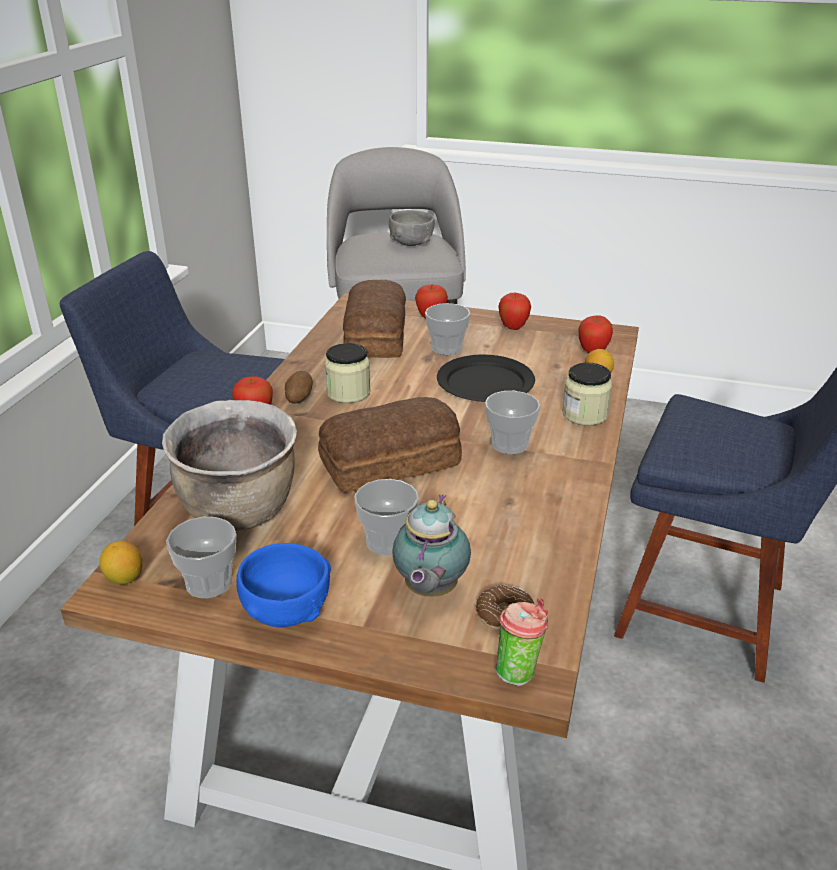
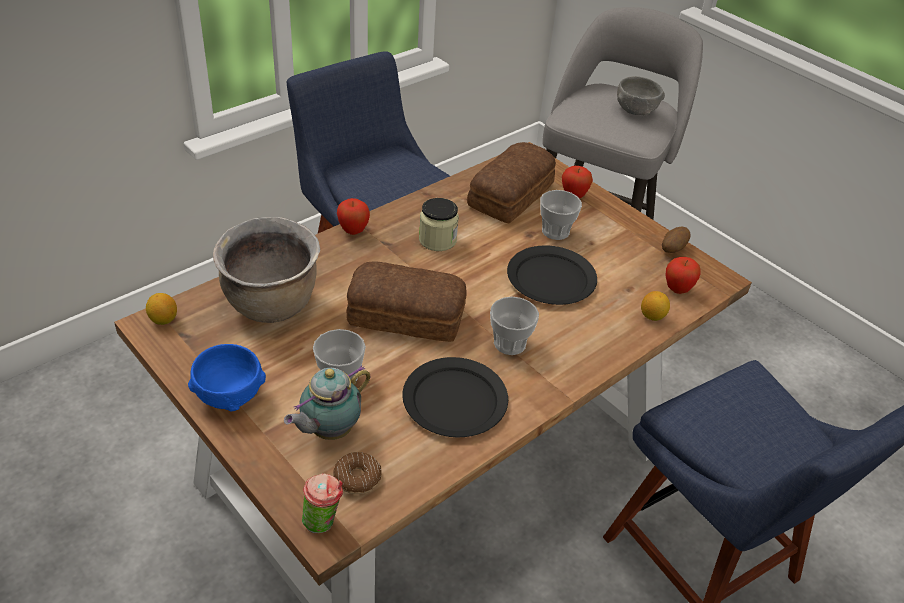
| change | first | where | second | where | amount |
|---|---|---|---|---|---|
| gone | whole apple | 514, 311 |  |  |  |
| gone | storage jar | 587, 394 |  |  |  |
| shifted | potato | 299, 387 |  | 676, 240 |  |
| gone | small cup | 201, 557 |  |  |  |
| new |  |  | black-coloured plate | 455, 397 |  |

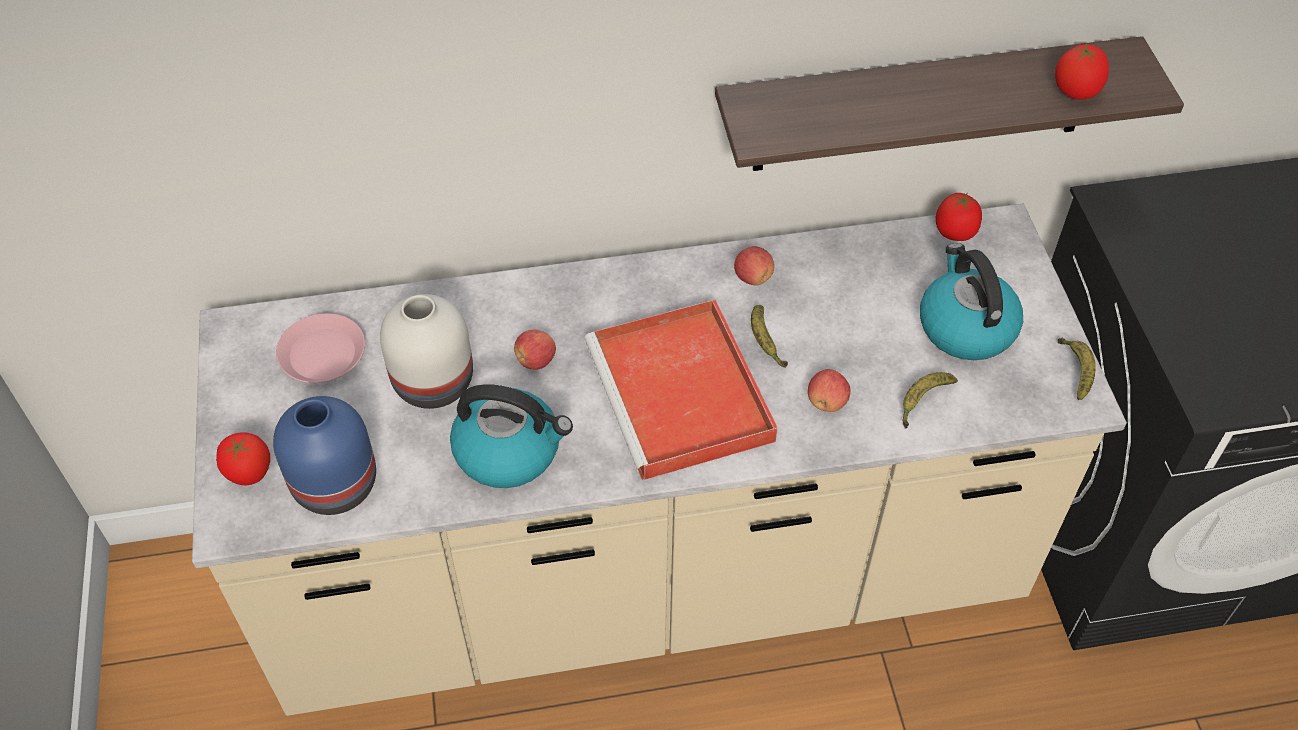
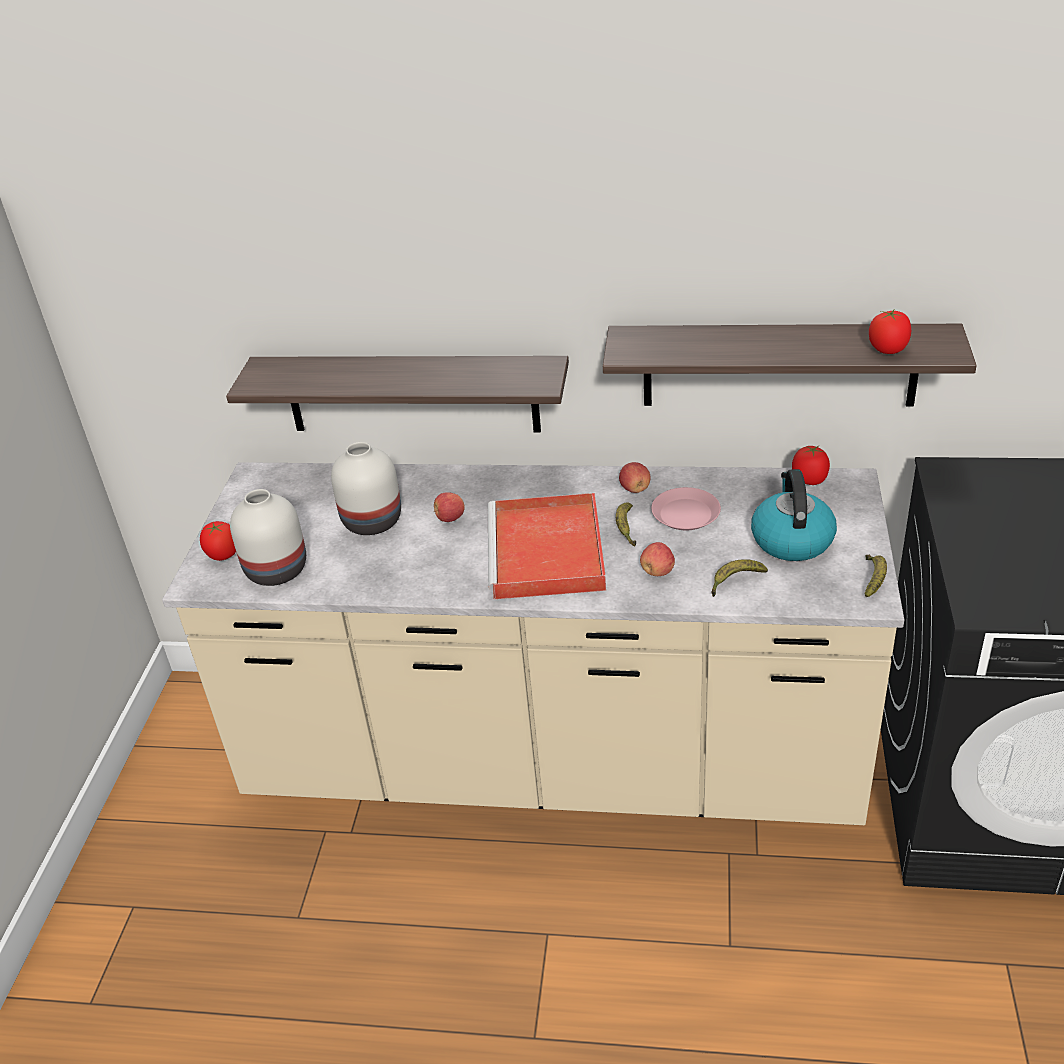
| change | first | where | second | where | amount |
|---|---|---|---|---|---|
| shifted | pink-coloured plate | 320, 348 |  | 686, 508 |  |
| gone | tea kettle | 511, 436 |  |  |  |
| repainted | bluish decorative vase | 324, 455 | whitish decorative vase | 268, 537 |  |
| new |  |  | wall shelf | 397, 394 |  |

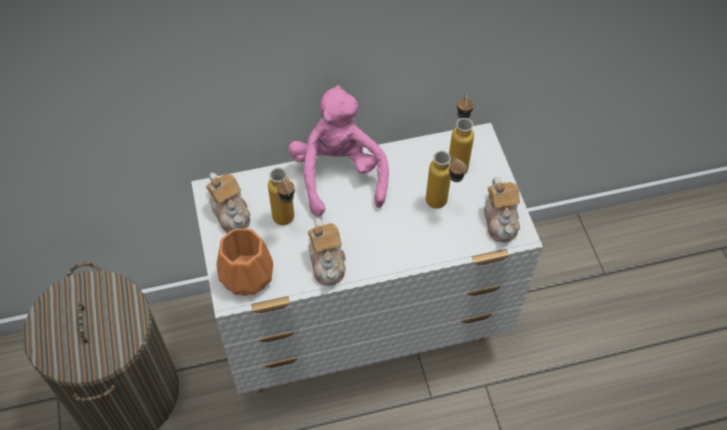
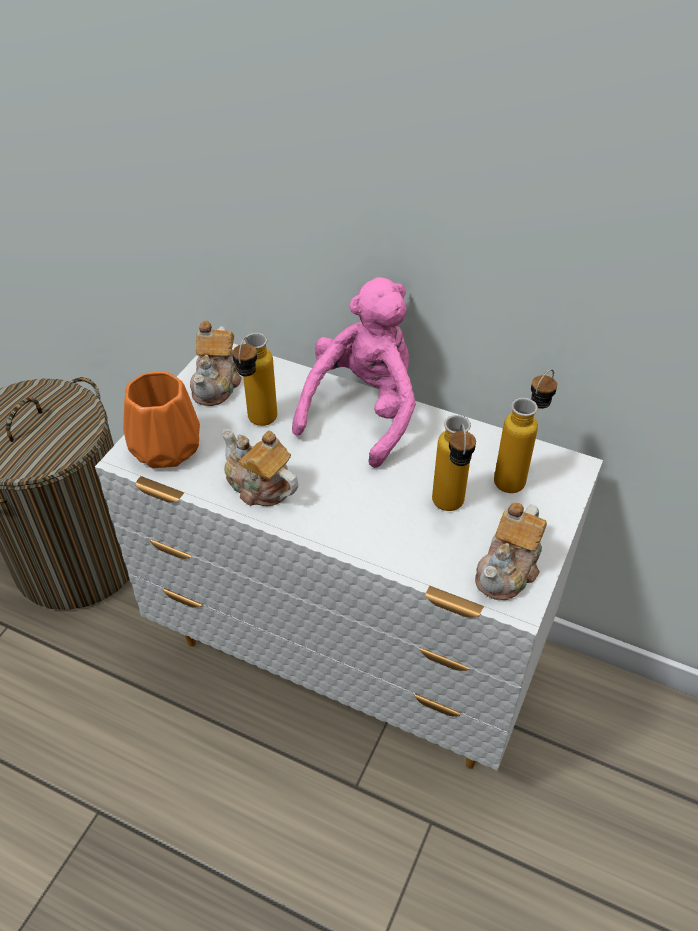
| change | first | where | second | where | amount |
|---|---|---|---|---|---|
| rotated | teapot | 327, 252 |  | 260, 467 | 105 degrees clockwise |

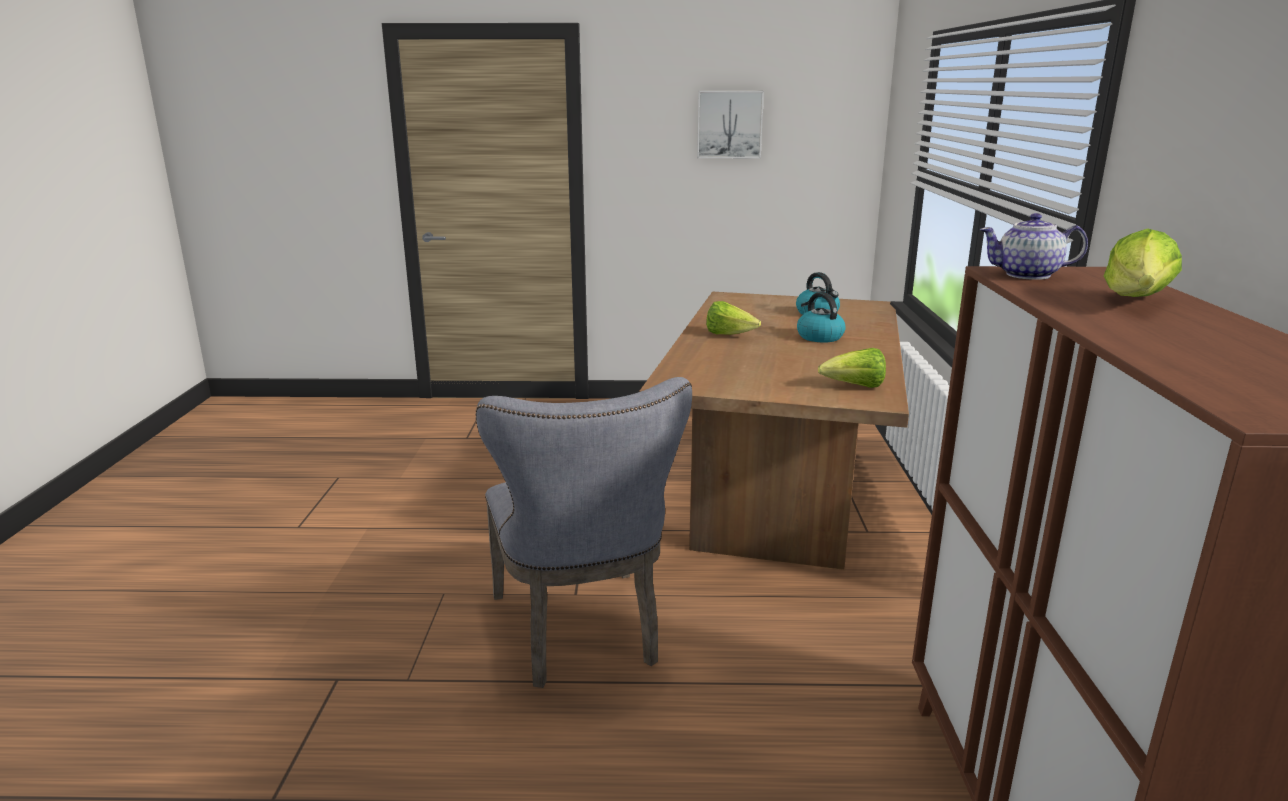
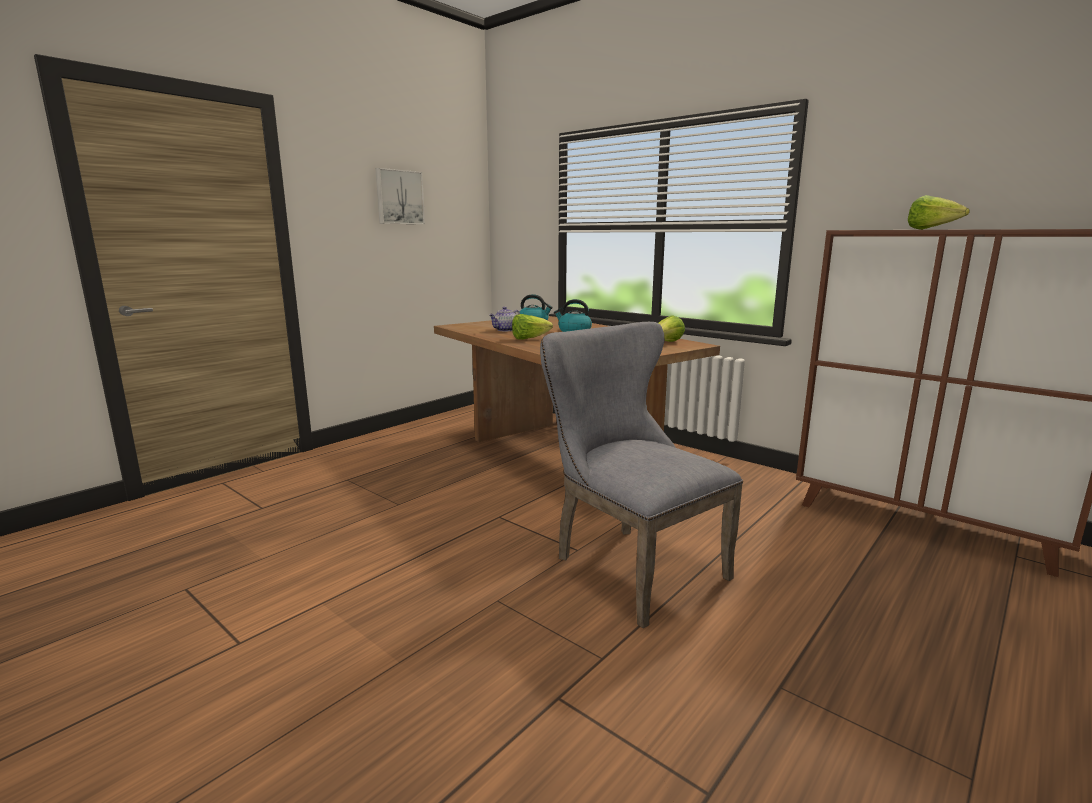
| change | first | where | second | where | amount |
|---|---|---|---|---|---|
| shifted | teapot | 1034, 246 |  | 504, 319 |  |
| rotated | grey plain chair | 584, 532 |  | 641, 475 | 150 degrees counterclockwise |

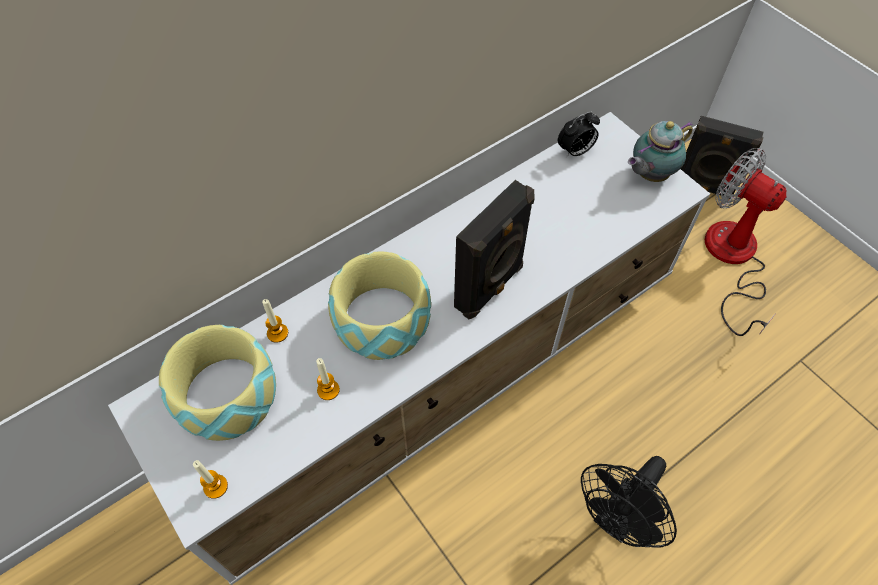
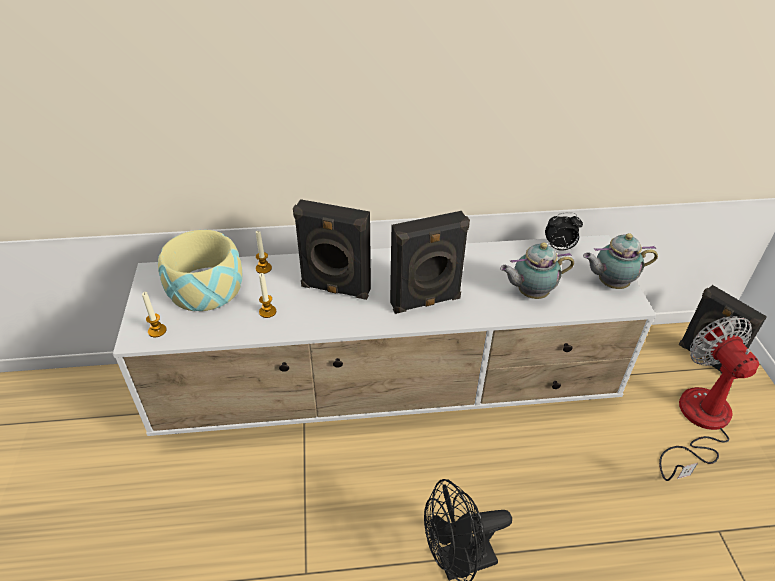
| change | first | where | second | where | amount |
|---|---|---|---|---|---|
| swapped | bowl | 379, 306 | black-coloured loudspeaker | 332, 249 |  |
| new |  |  | teapot | 537, 271 |  |

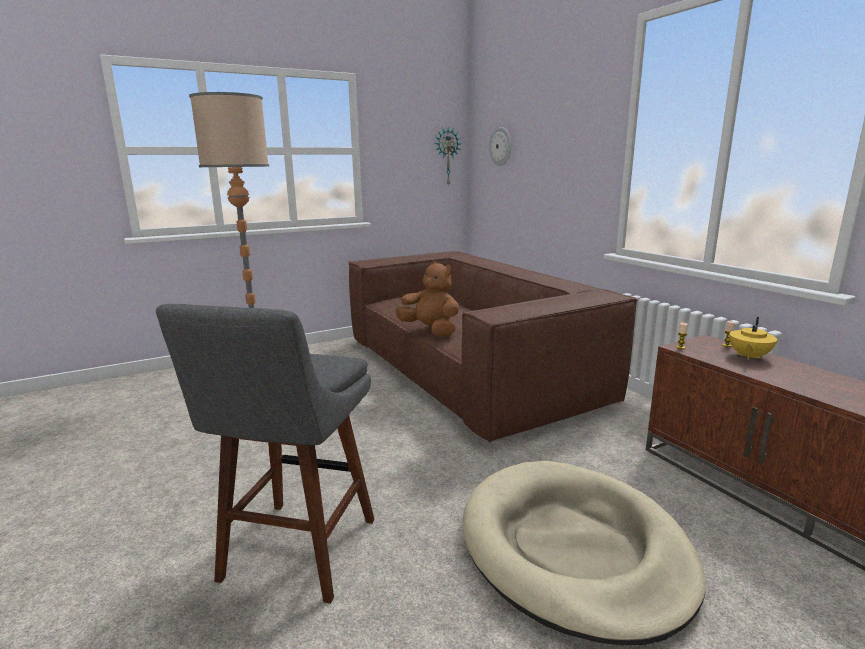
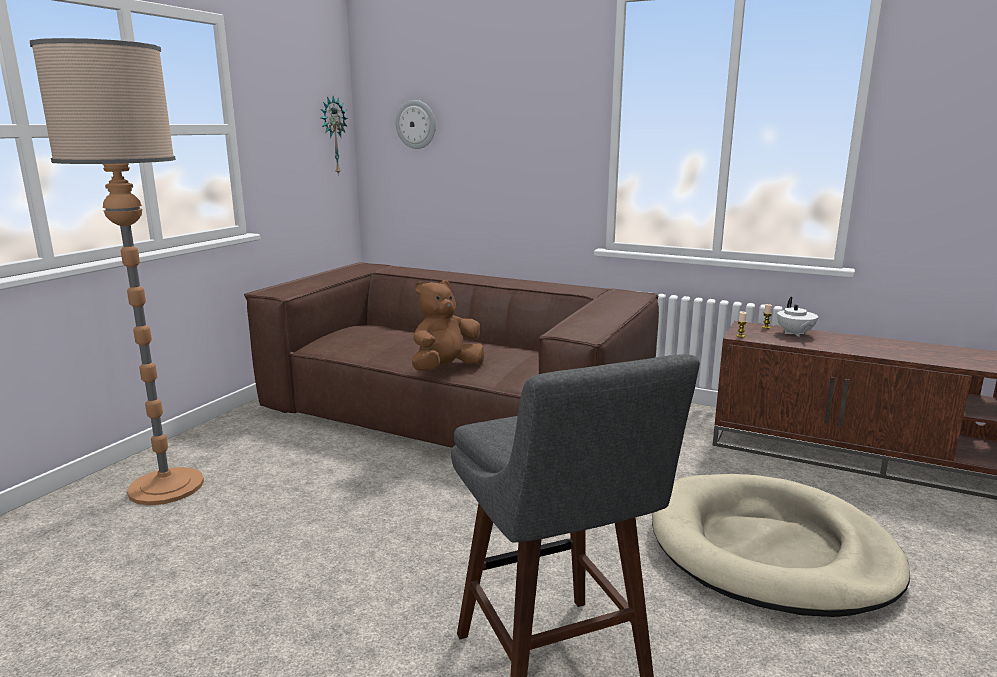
| change | first | where | second | where | amount |
|---|---|---|---|---|---|
| rotated | brown-coloured plush toy | 427, 298 |  | 448, 325 | 45 degrees counterclockwise |
| repainted | yellow-coloured teapot | 753, 338 | whitish teapot | 797, 317 |  |

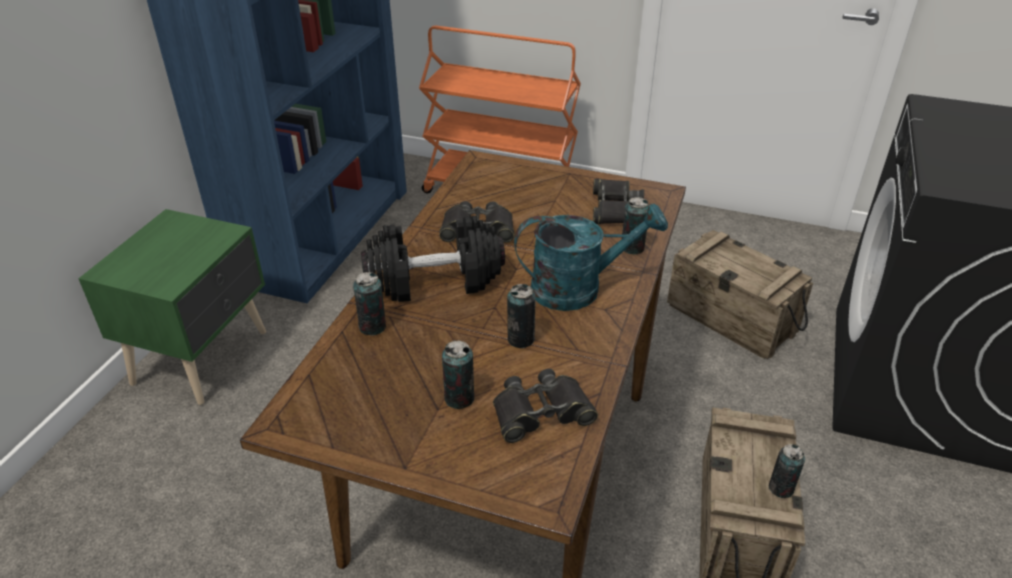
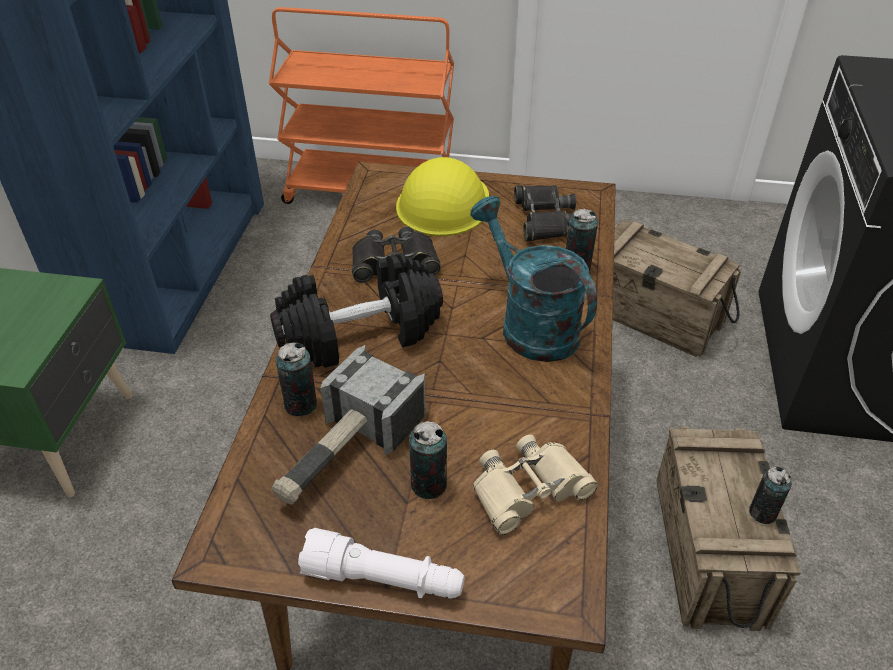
| change | first | where | second | where | amount |
|---|---|---|---|---|---|
| rotated | blue-green watering pot | 591, 257 |  | 533, 279 | 105 degrees counterclockwise |
| gone | metal can | 521, 316 |  |  |  |
| repainted | black-coloured pair of binoculars | 545, 406 | sand-coloured pair of binoculars | 535, 485 |  |
| new |  |  | yellow-coloured safety helmet | 442, 196 |  |
| new |  |  | hammer | 349, 425 |  |
| new |  |  | whitish hand torch | 381, 563 |  |

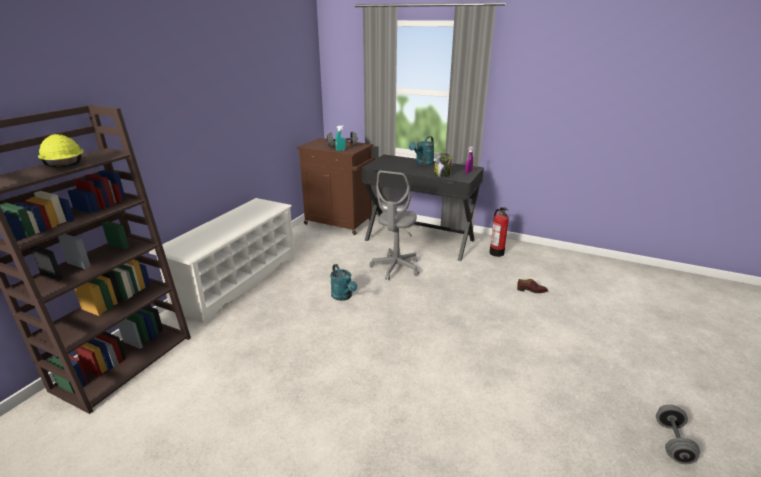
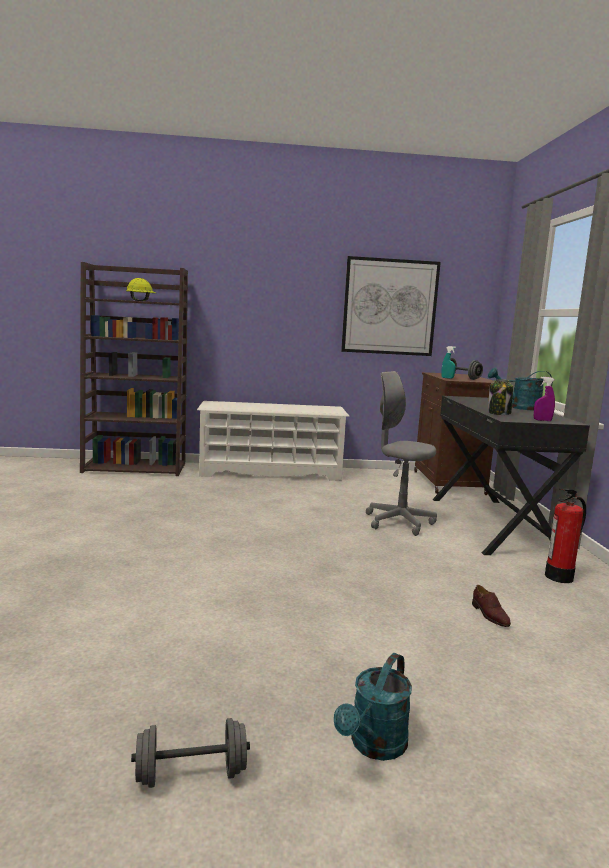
| change | first | where | second | where | amount |
|---|---|---|---|---|---|
| rotated | grey desk chair | 394, 225 |  | 401, 453 | 45 degrees clockwise |
| shifted | blue-green watering pot | 343, 282 |  | 373, 707 |  |
| new |  |  | picture | 391, 306 |  |

